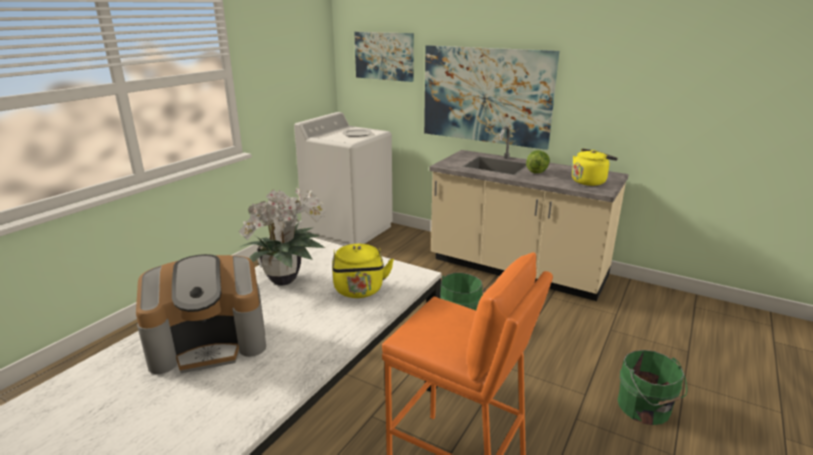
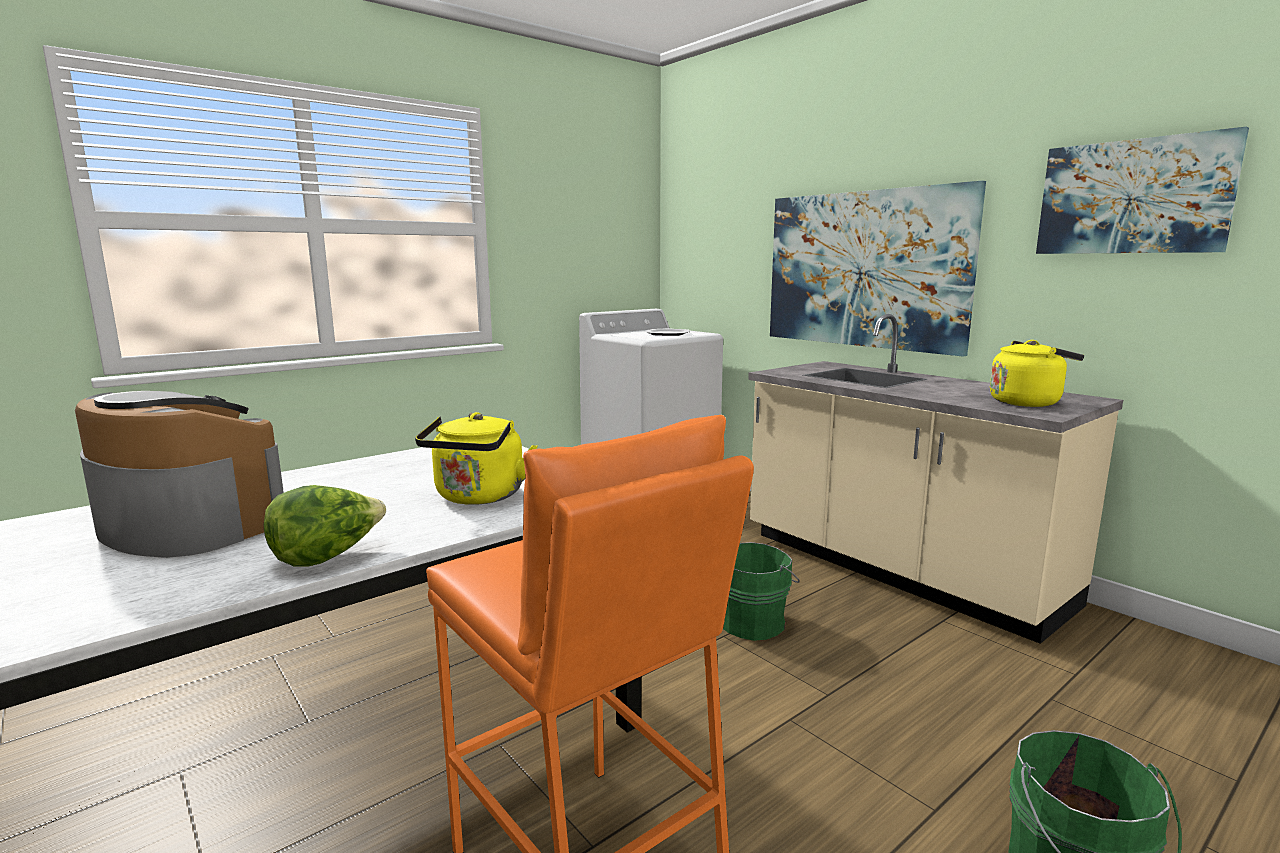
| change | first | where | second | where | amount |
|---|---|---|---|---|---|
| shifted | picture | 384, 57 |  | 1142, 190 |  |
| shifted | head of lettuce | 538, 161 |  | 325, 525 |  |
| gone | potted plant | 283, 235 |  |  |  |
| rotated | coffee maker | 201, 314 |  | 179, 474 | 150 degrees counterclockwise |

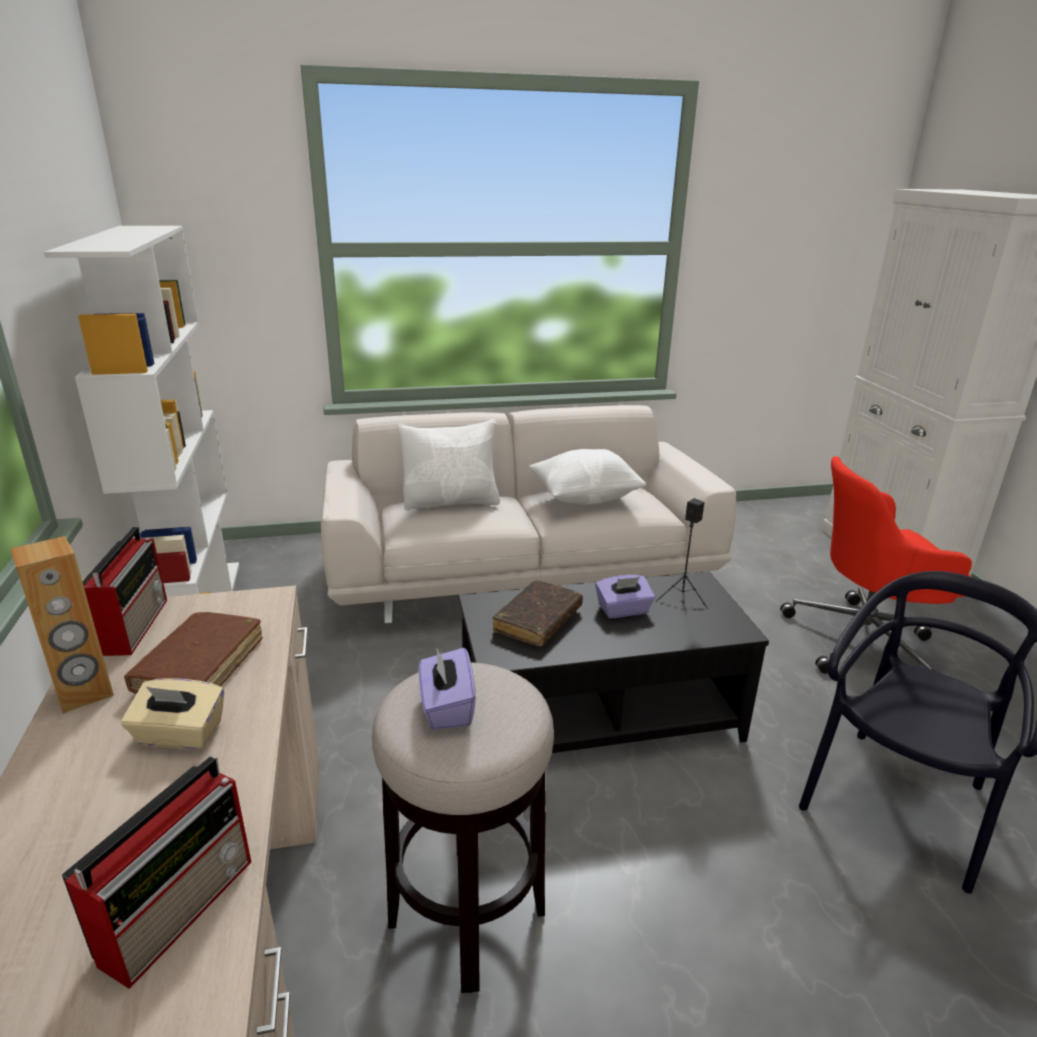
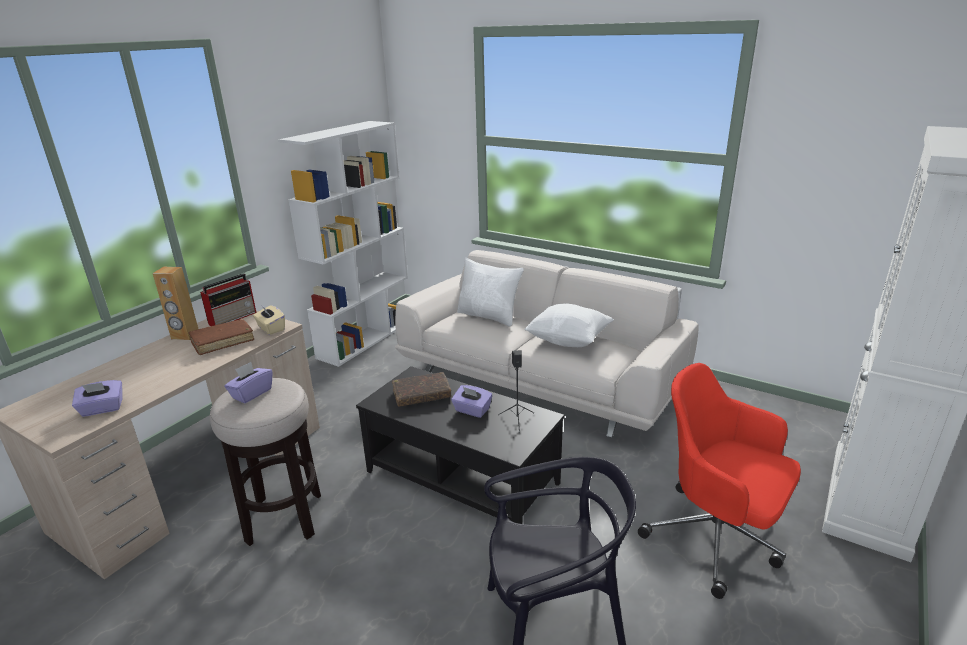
| change | first | where | second | where | amount |
|---|---|---|---|---|---|
| shifted | sand-coloured tissue holder | 172, 713 |  | 269, 320 |  |
| swapped | radio | 156, 872 | purplish tissue holder | 97, 398 |  |

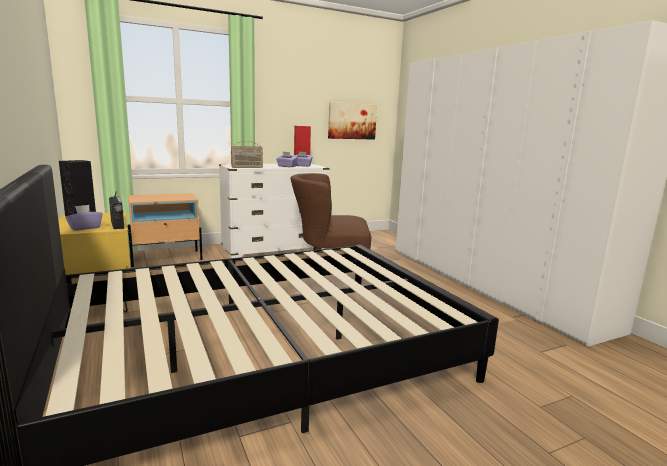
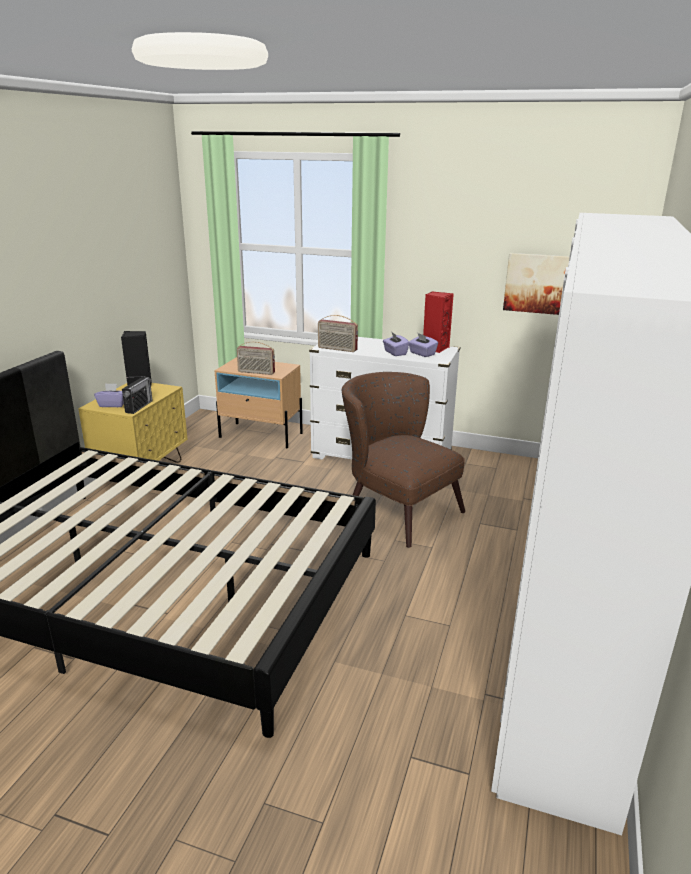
| change | first | where | second | where | amount |
|---|---|---|---|---|---|
| new |  |  | radio | 256, 358 |  |

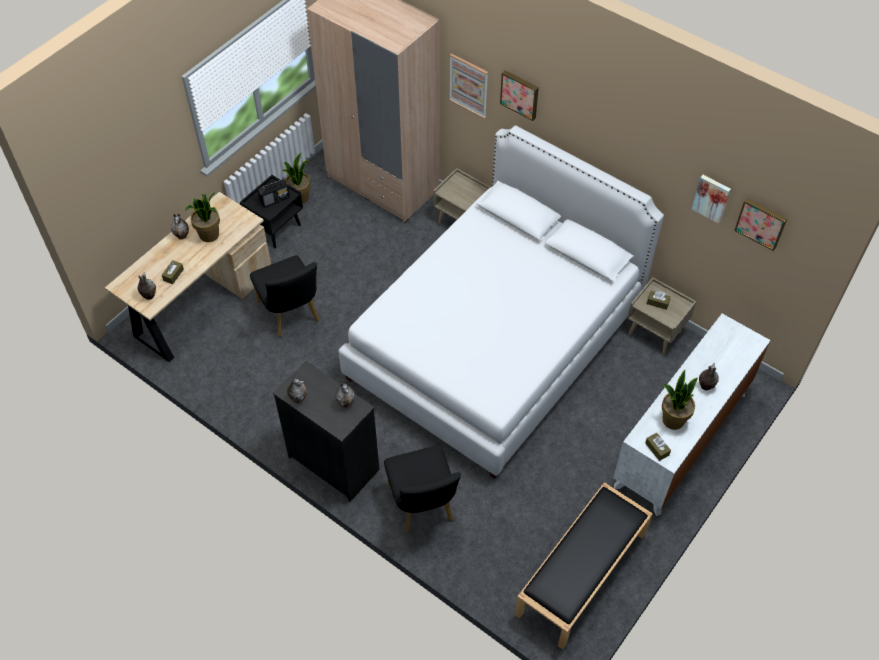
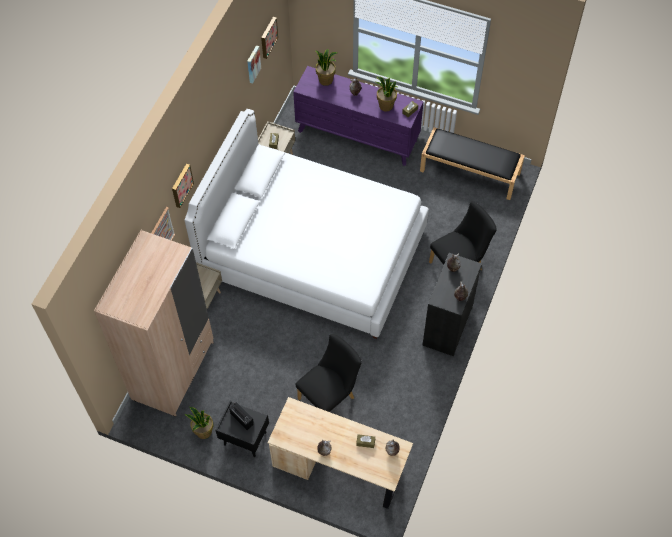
| change | first | where | second | where | amount |
|---|---|---|---|---|---|
| shifted | potted plant | 202, 217 |  | 326, 67 |  |
| repainted | whitish chest of drawers | 692, 415 | purplish chest of drawers | 358, 116 |  |

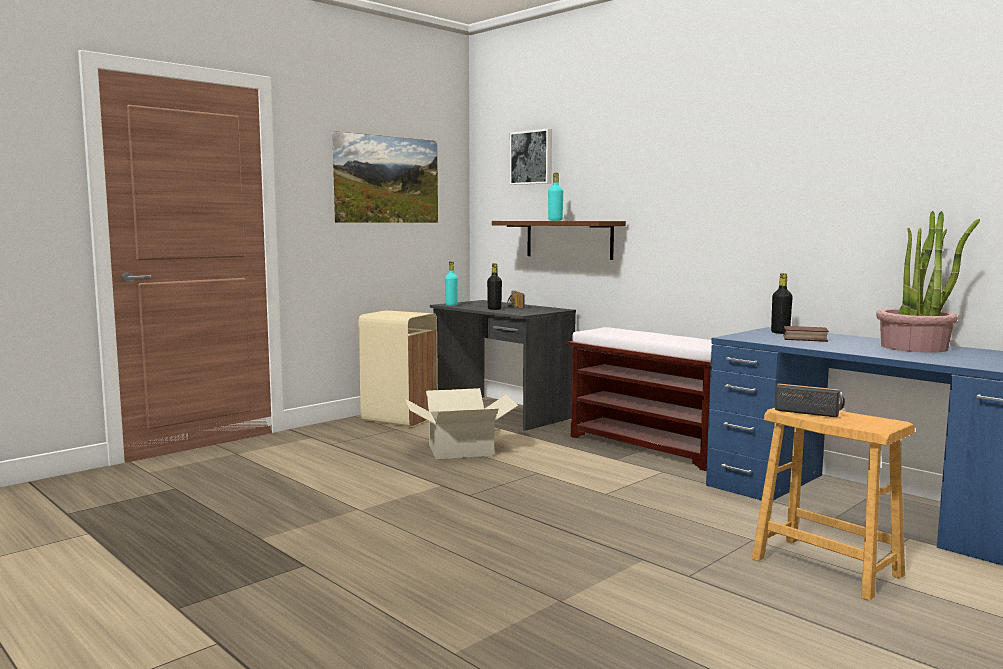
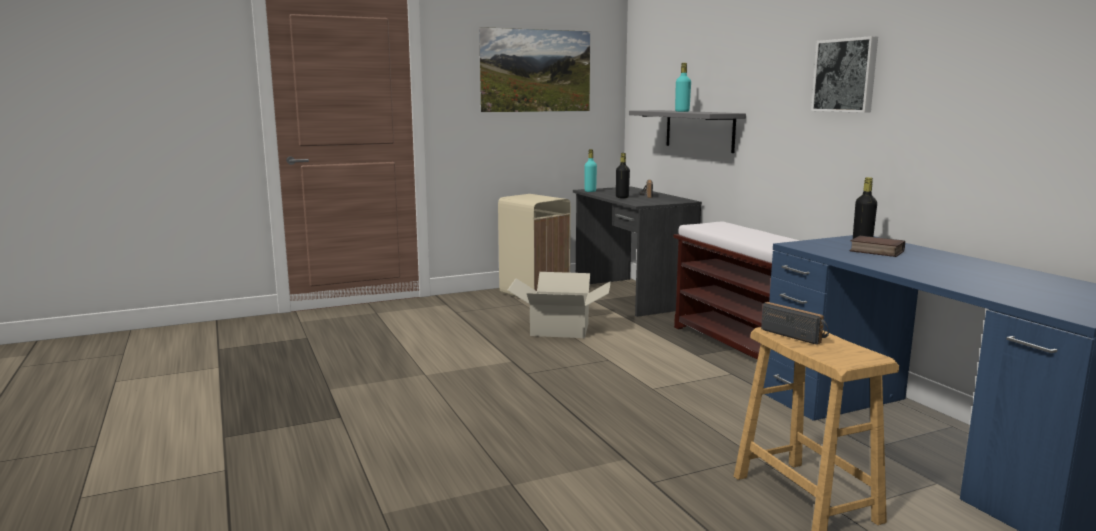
| change | first | where | second | where | amount |
|---|---|---|---|---|---|
| shifted | picture | 531, 157 |  | 844, 74 |  |
| gone | potted plant | 928, 282 |  |  |  |
| repainted | brown-coloured wall shelf | 559, 240 | grey wall shelf | 687, 131 |  |

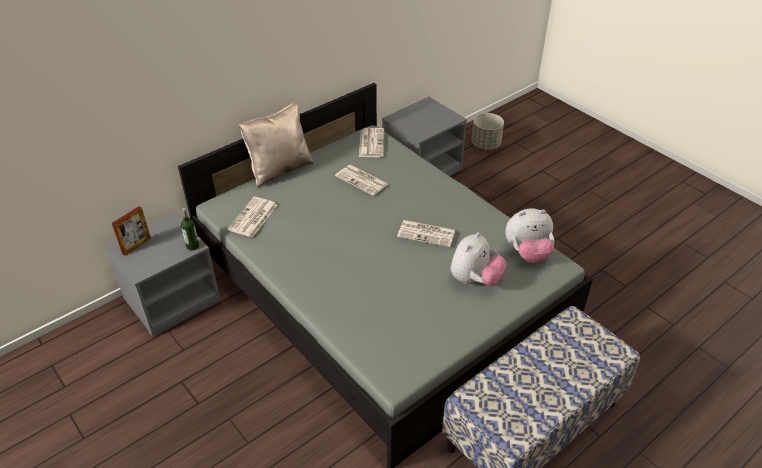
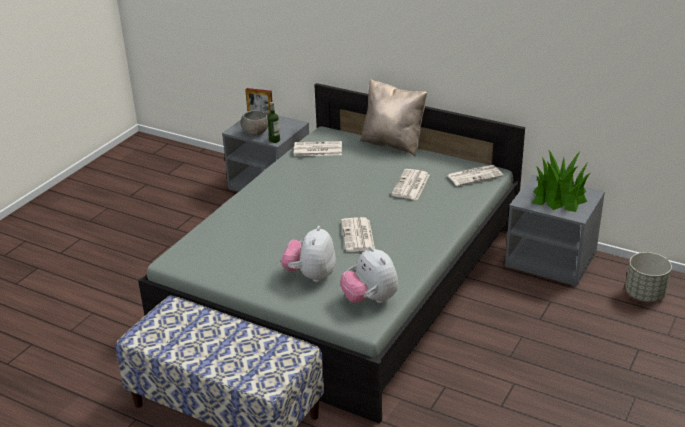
| change | first | where | second | where | amount |
|---|---|---|---|---|---|
| rotated | plush toy | 478, 259 |  | 308, 254 | 90 degrees clockwise |
| new |  |  | grey bowl | 254, 123 |  |
| new |  |  | potted plant | 561, 180 |  |

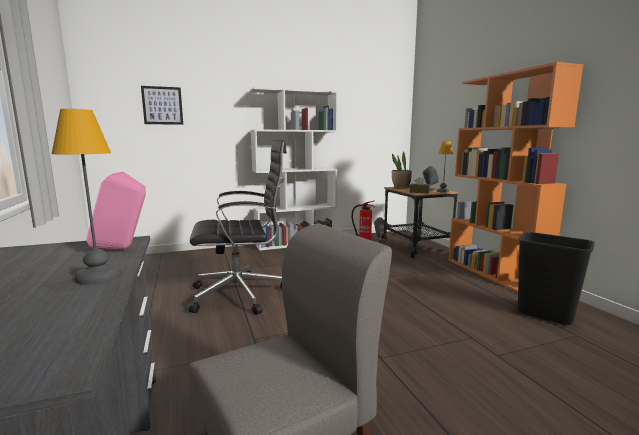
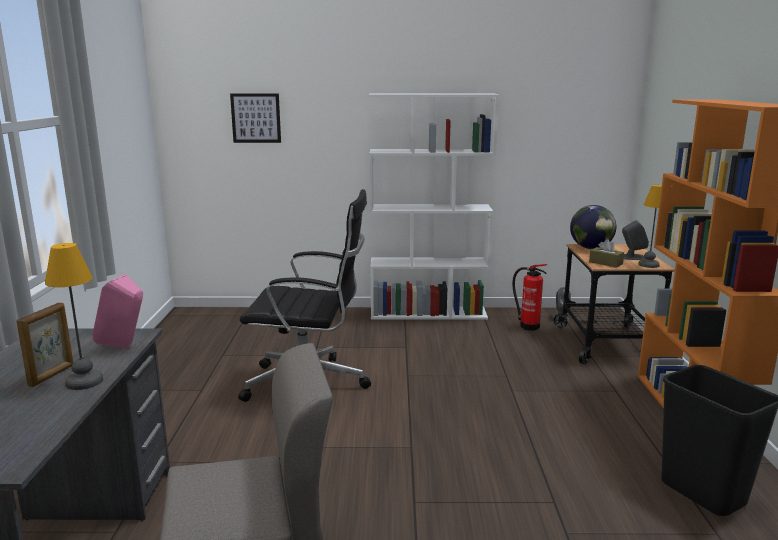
| change | first | where | second | where | amount |
|---|---|---|---|---|---|
| swapped | potted plant | 402, 170 | world globe | 593, 227 |  |
| new |  |  | photo frame | 44, 344 |  |

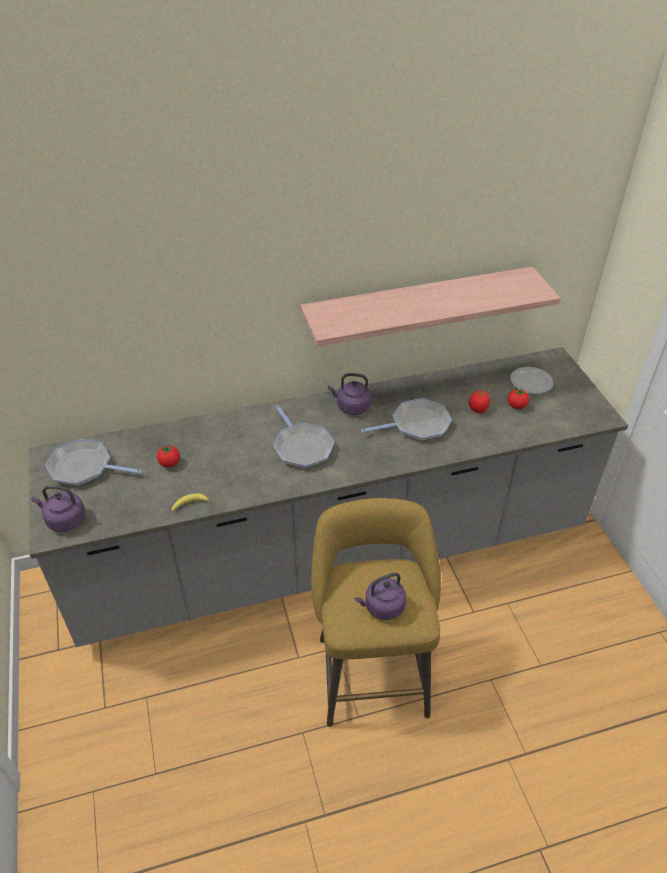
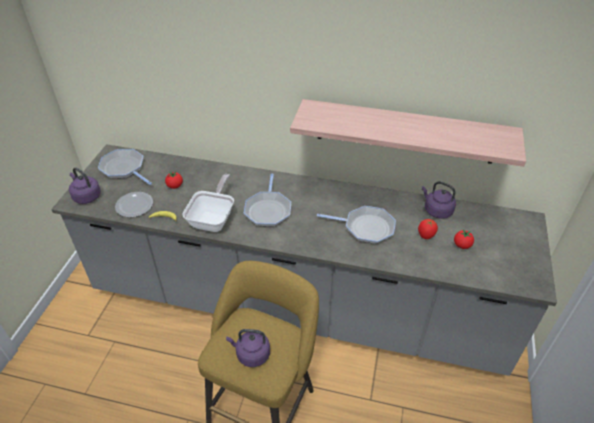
| change | first | where | second | where | amount |
|---|---|---|---|---|---|
| shifted | plate | 531, 380 |  | 134, 204 |  |
| shifted | purplish tea kettle | 349, 394 |  | 439, 200 |  |
| new |  |  | skillet | 208, 203 |  |

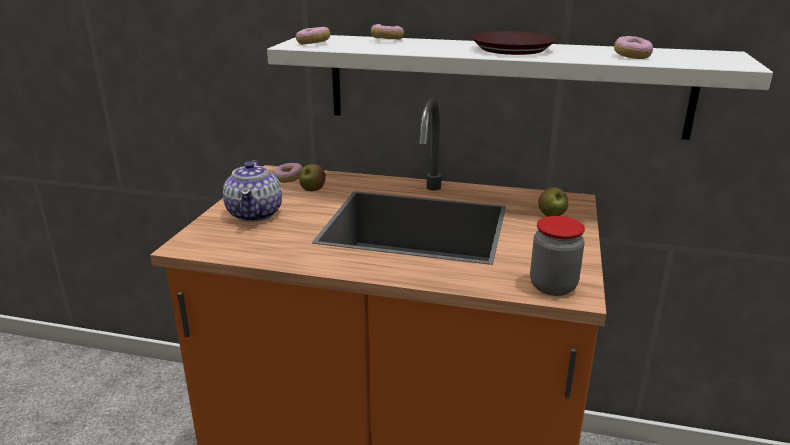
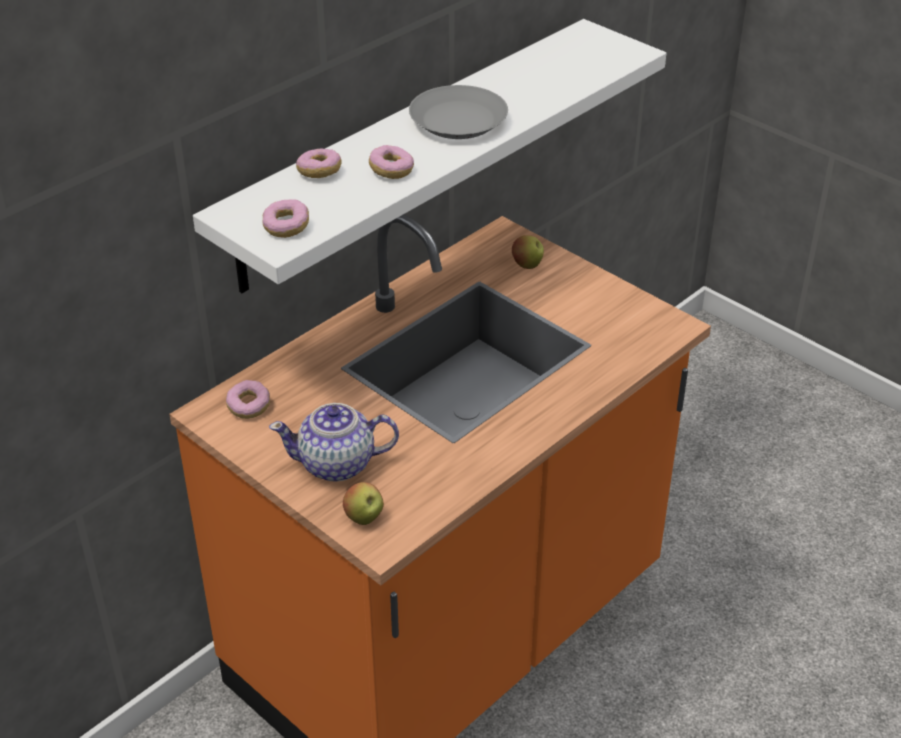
| change | first | where | second | where | amount |
|---|---|---|---|---|---|
| repainted | brown-coloured plate | 514, 43 | grey plate | 458, 112 |  |
| shifted | donut | 633, 47 |  | 391, 162 |  |
| rotated | teapot | 252, 191 |  | 334, 442 | 150 degrees clockwise |
| shifted | whole apple | 312, 177 |  | 363, 503 |  |
| gone | storage jar | 557, 256 |  |  |  |

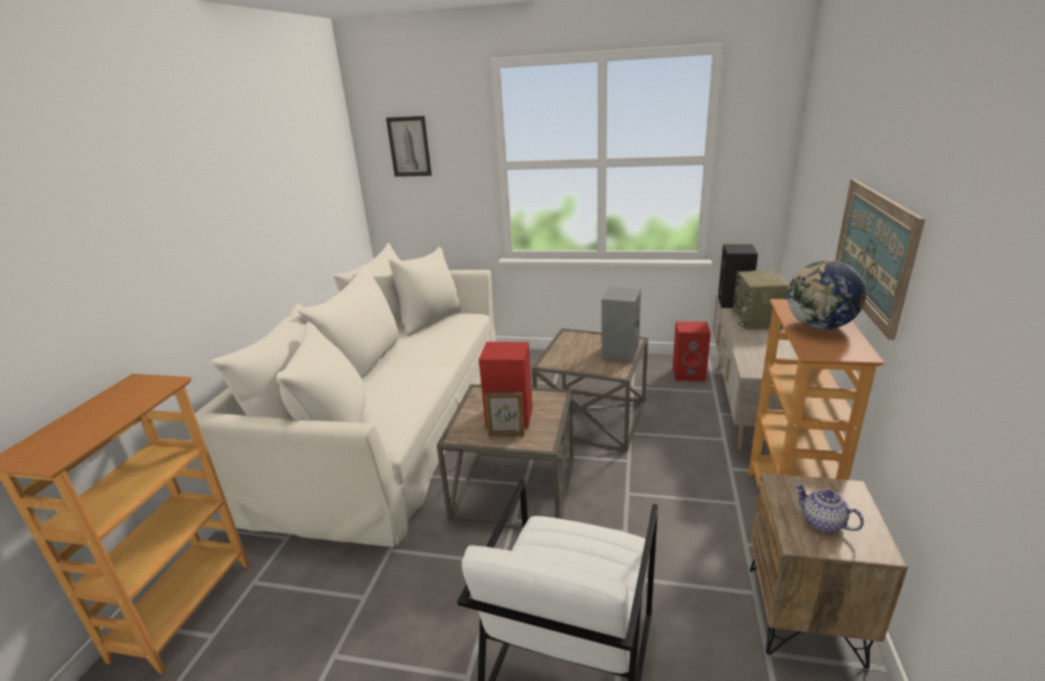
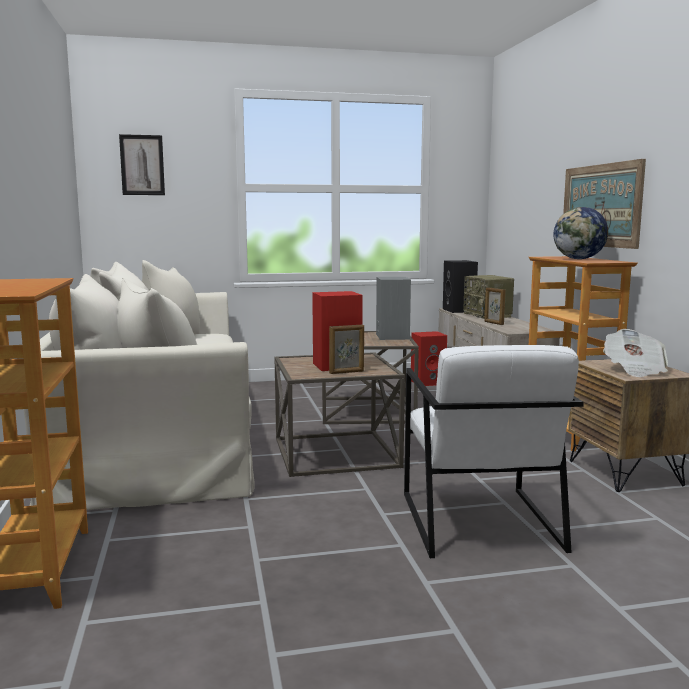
| change | first | where | second | where | amount |
|---|---|---|---|---|---|
| swapped | teapot | 829, 508 | newspaper | 635, 353 |  |
| new |  |  | photo frame | 495, 306 |  |

